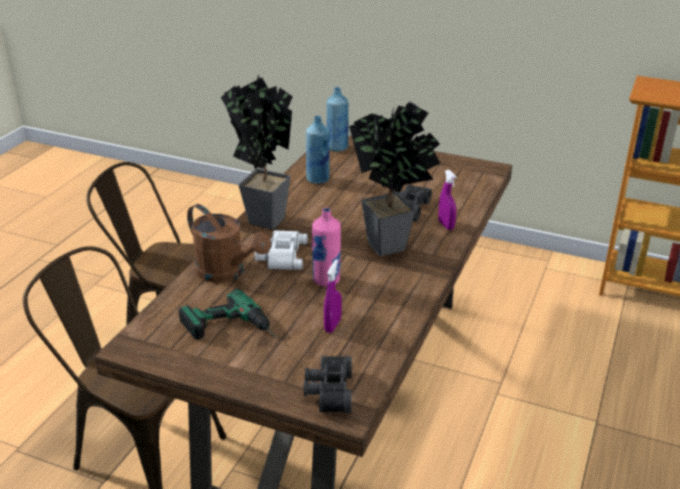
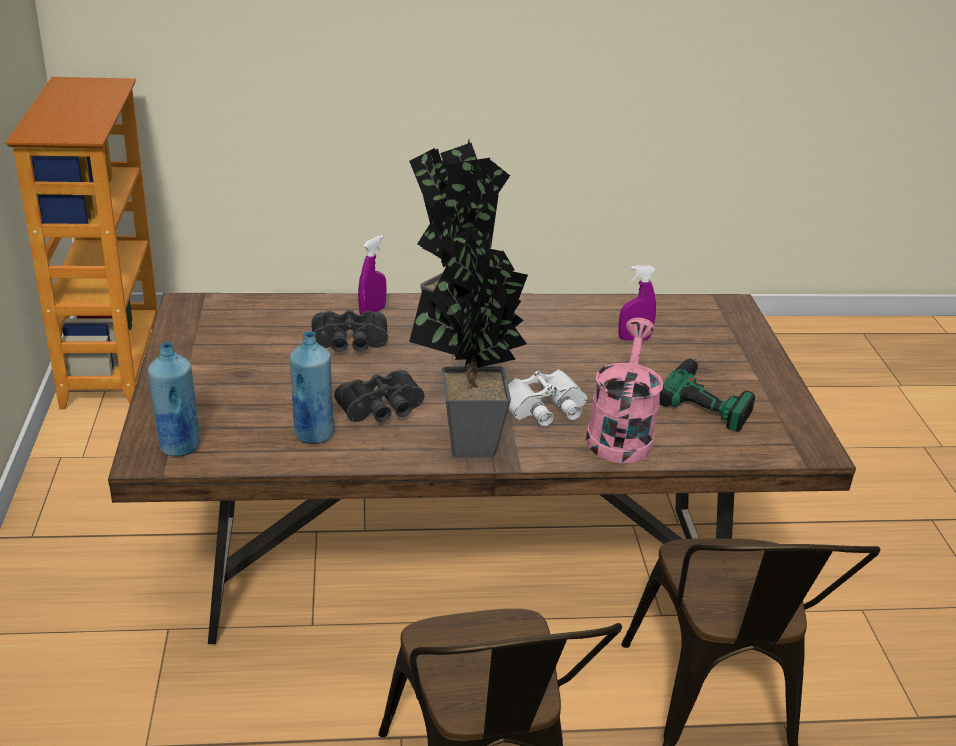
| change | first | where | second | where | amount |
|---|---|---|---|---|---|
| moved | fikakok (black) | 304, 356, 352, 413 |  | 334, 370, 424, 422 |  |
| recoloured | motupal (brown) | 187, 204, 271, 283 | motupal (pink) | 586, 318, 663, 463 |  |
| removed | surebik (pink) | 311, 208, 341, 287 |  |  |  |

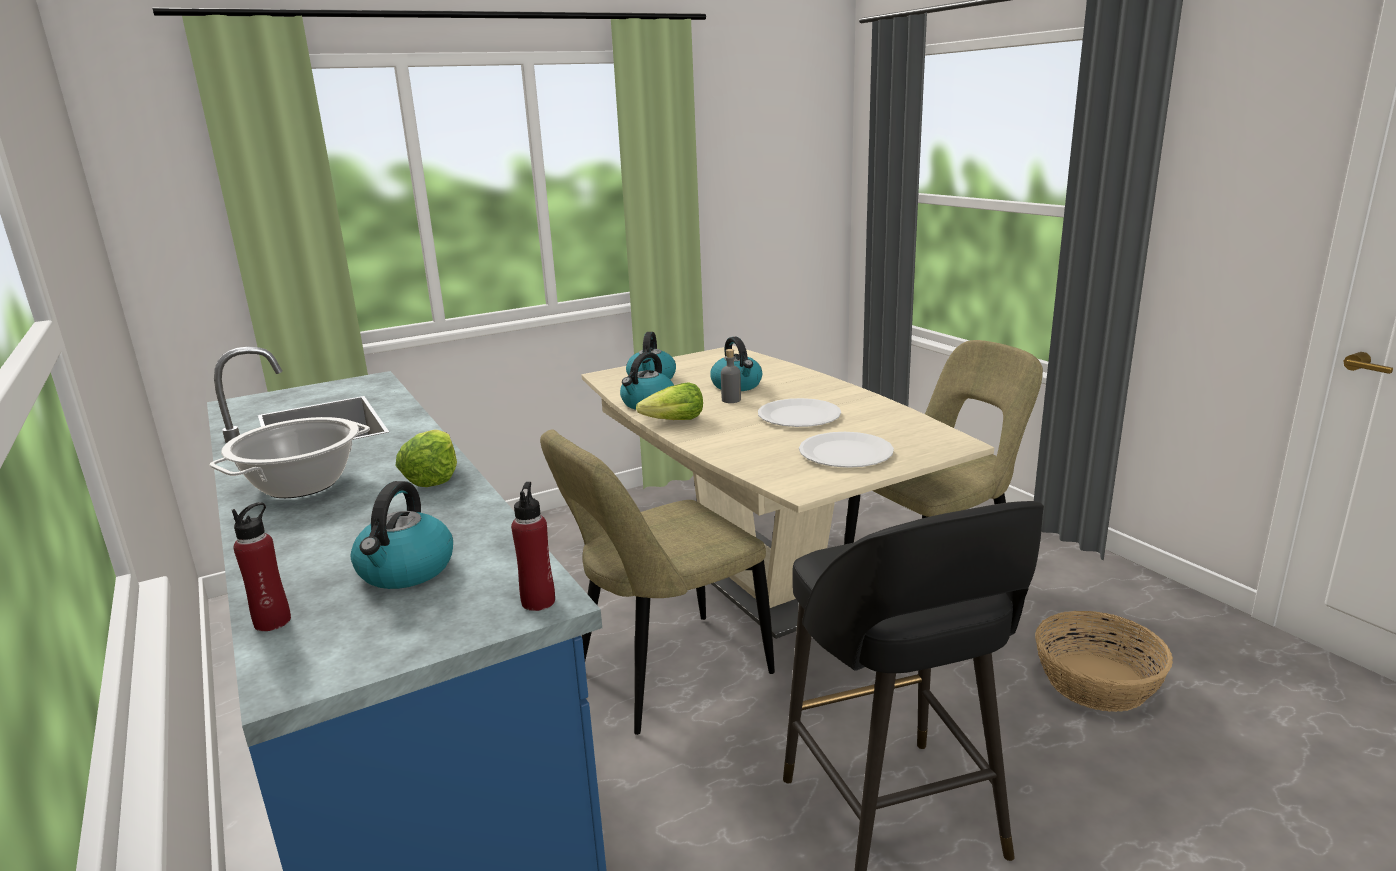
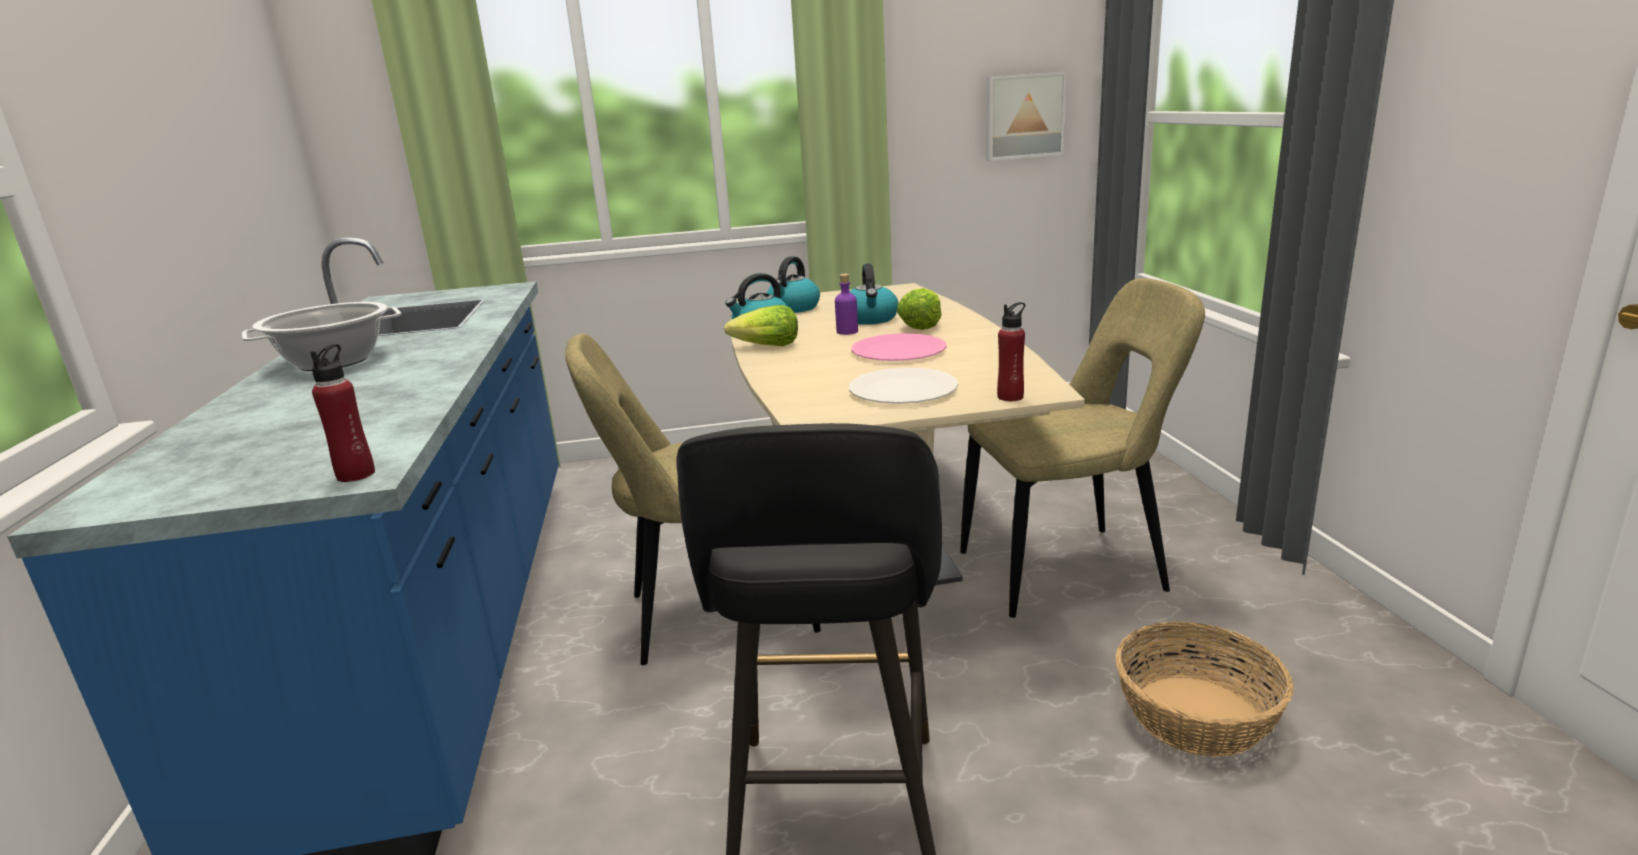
| change | first | where | second | where | amount |
|---|---|---|---|---|---|
| recoloured | surebik (grey) | 721, 349, 741, 403 | surebik (purple) | 835, 274, 858, 335 |  |
| recoloured | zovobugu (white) | 758, 398, 841, 427 | zovobugu (pink) | 852, 333, 947, 361 |  |
| moved | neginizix | 396, 430, 457, 487 |  | 896, 288, 942, 330 |  |
| added |  |  | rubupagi | 986, 72, 1067, 161 |  |
| moved | surebik (red) | 232, 502, 291, 631 |  | 997, 302, 1025, 401 |  |
| removed | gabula | 351, 481, 453, 589 |  |  |  |

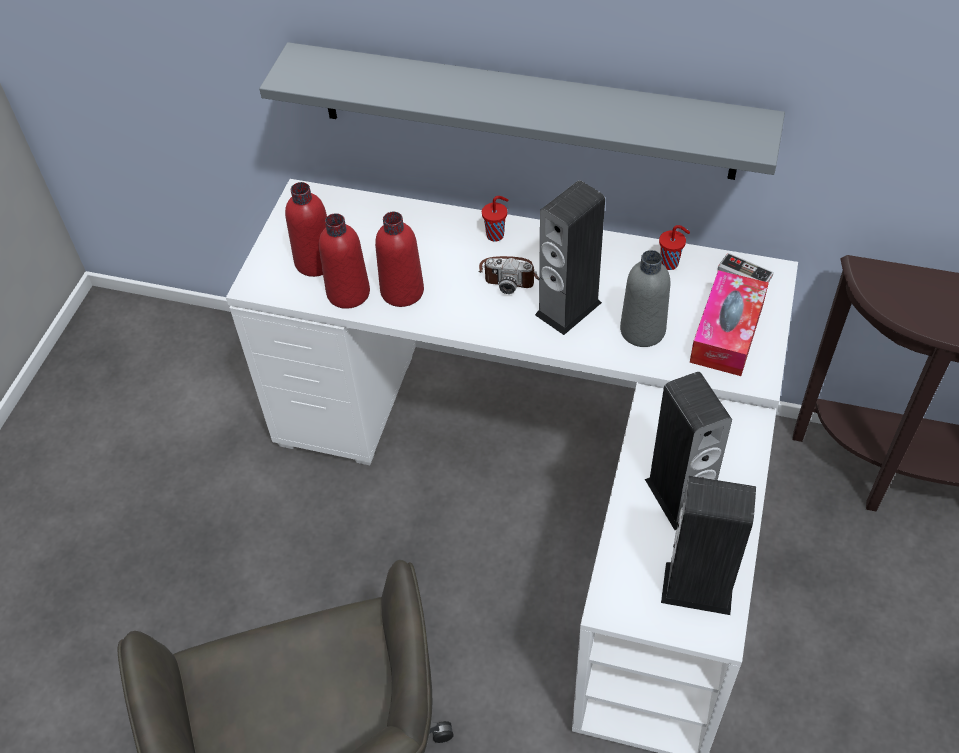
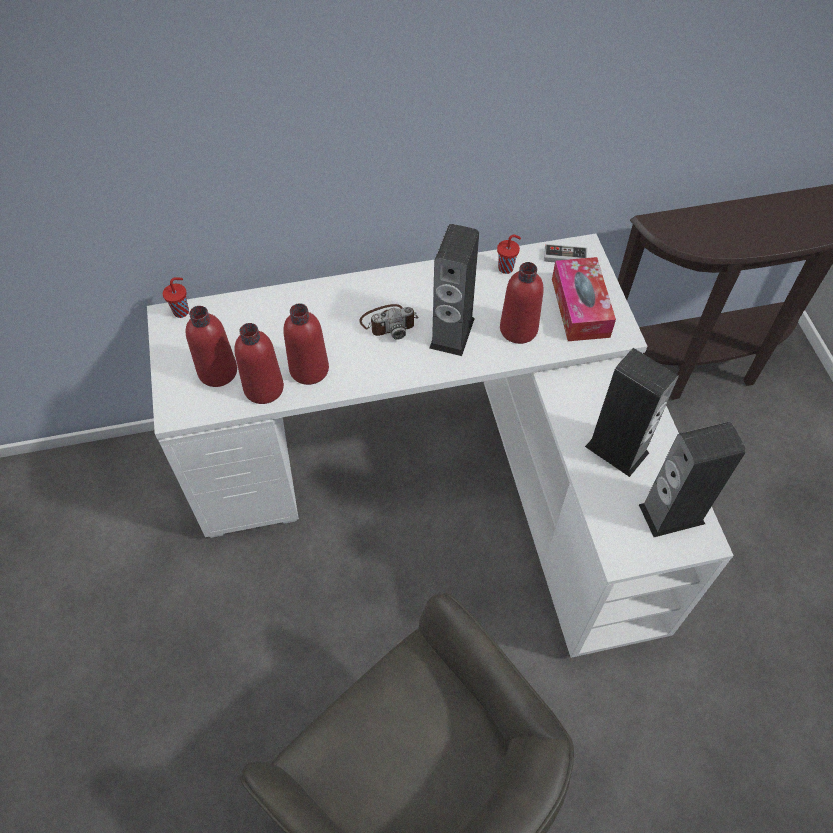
| change | first | where | second | where | amount |
|---|---|---|---|---|---|
| moved | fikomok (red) | 482, 196, 508, 242 |  | 163, 277, 189, 318 |  |
| recoloured | surebik (grey) | 620, 250, 670, 347 | surebik (red) | 500, 262, 544, 344 |  |
| removed | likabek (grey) | 259, 42, 785, 180 |  |  |  |

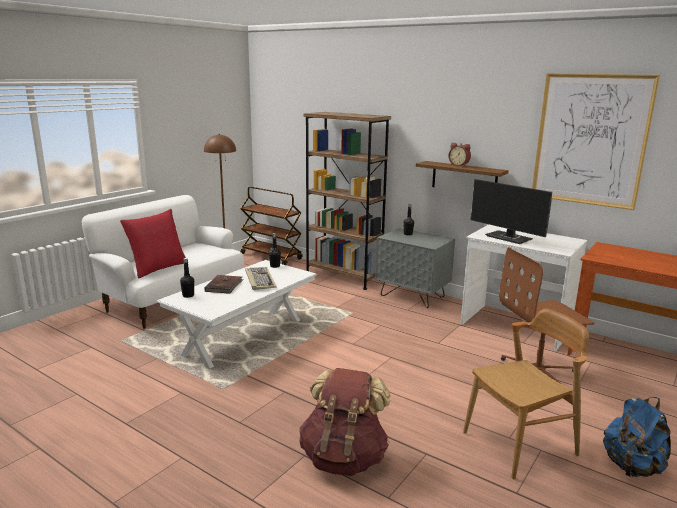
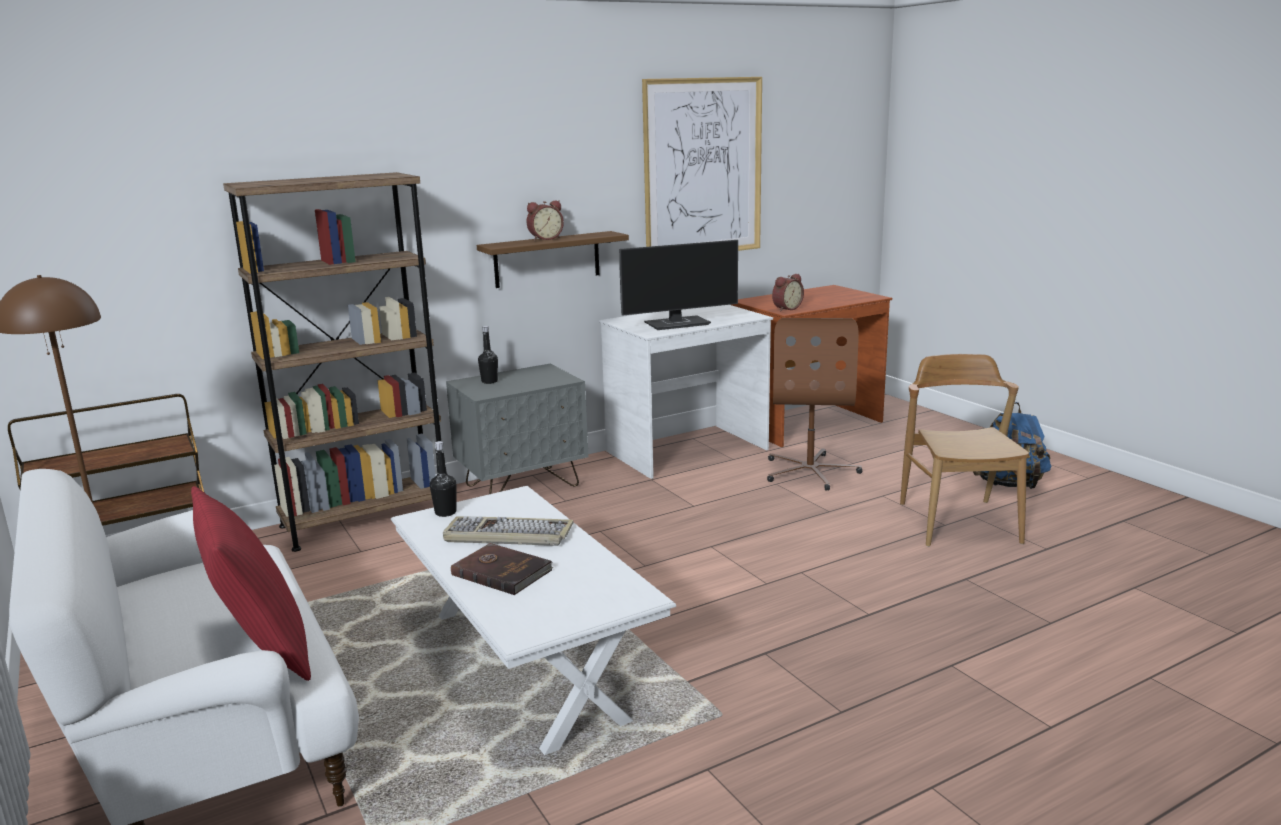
| change | first | where | second | where | amount |
|---|---|---|---|---|---|
| added |  |  | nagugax | 772, 274, 804, 311 |  |
| removed | surebik (black) | 180, 258, 194, 298 |  |  |  |
| removed | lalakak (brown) | 299, 368, 390, 476 |  |  |  |

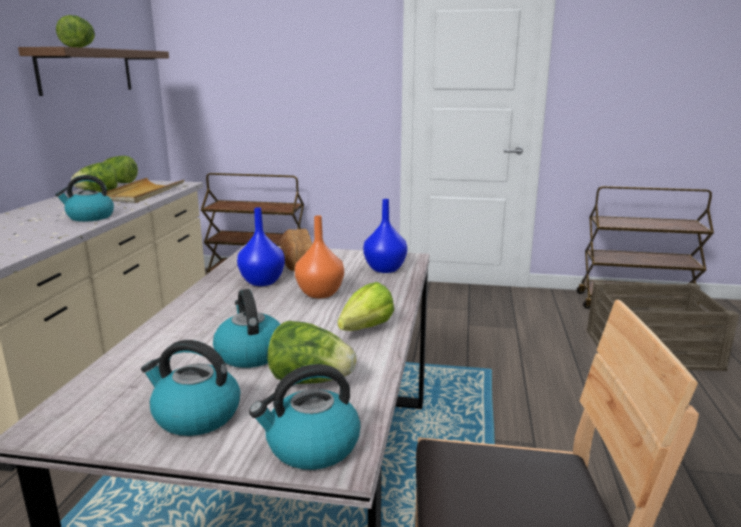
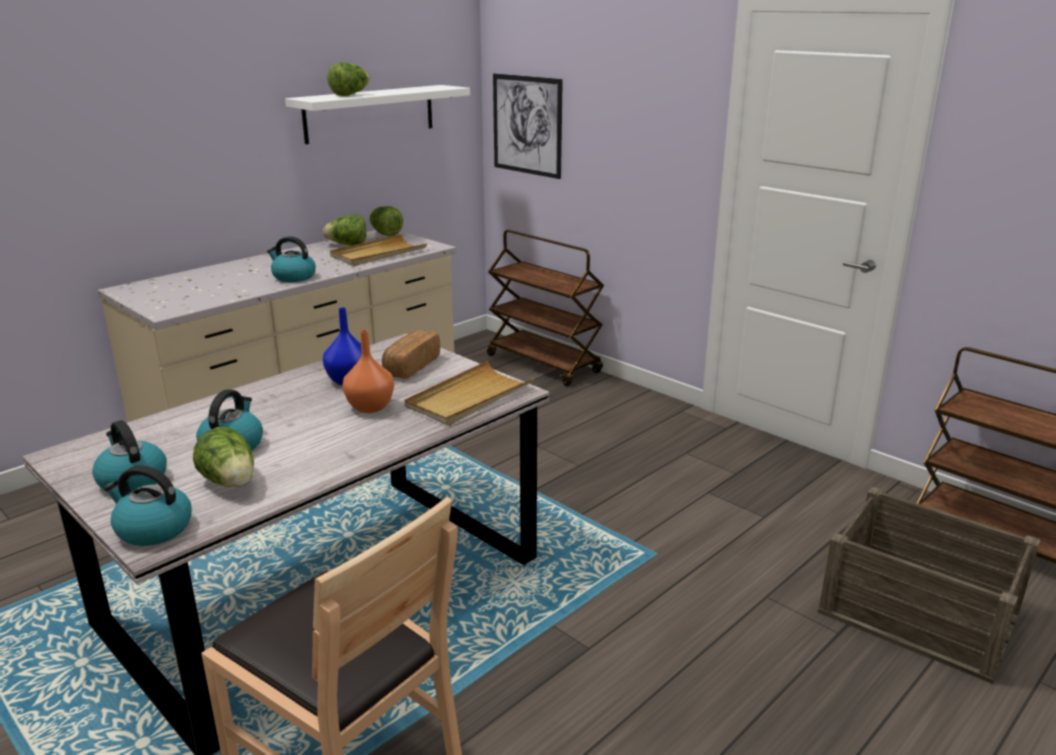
| change | first | where | second | where | amount |
|---|---|---|---|---|---|
| recoloured | likabek (brown) | 18, 47, 169, 96 | likabek (white) | 285, 85, 470, 144 |  |
| replaced | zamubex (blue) | 363, 199, 407, 273 | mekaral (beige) | 405, 361, 535, 426 |  |
| added |  |  | rubupagi | 493, 73, 563, 179 |  |
| removed | neginizix | 338, 282, 394, 331 |  |  |  |

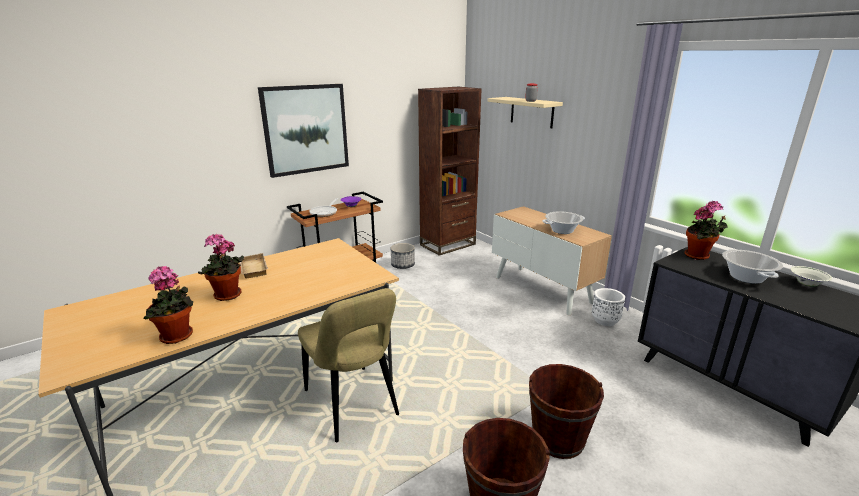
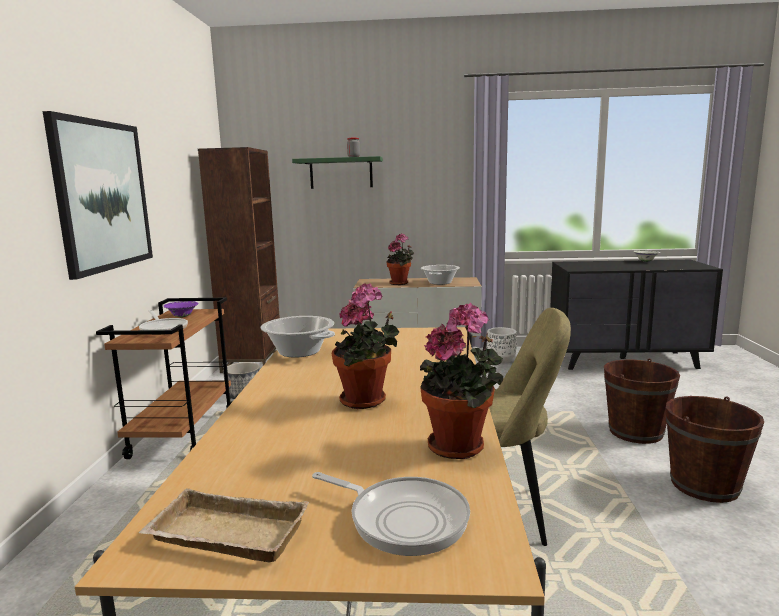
| change | first | where | second | where | amount |
|---|---|---|---|---|---|
| moved | mekaral (beige) | 240, 253, 268, 278 |  | 139, 488, 309, 562 |  |
| moved | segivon | 722, 249, 783, 284 |  | 261, 316, 335, 358 |  |
| recoloured | likabek (beige) | 488, 97, 563, 128 | likabek (green) | 292, 156, 383, 189 |  |
| added |  |  | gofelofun | 312, 472, 470, 556 |  |
| moved | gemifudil | 684, 201, 728, 260 |  | 387, 233, 414, 285 |  |

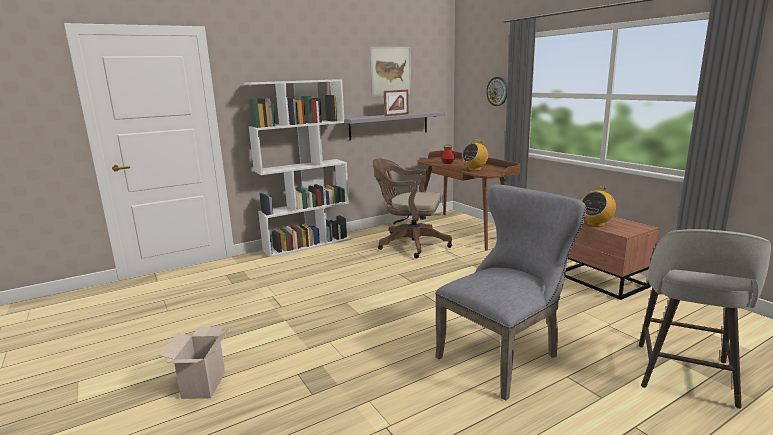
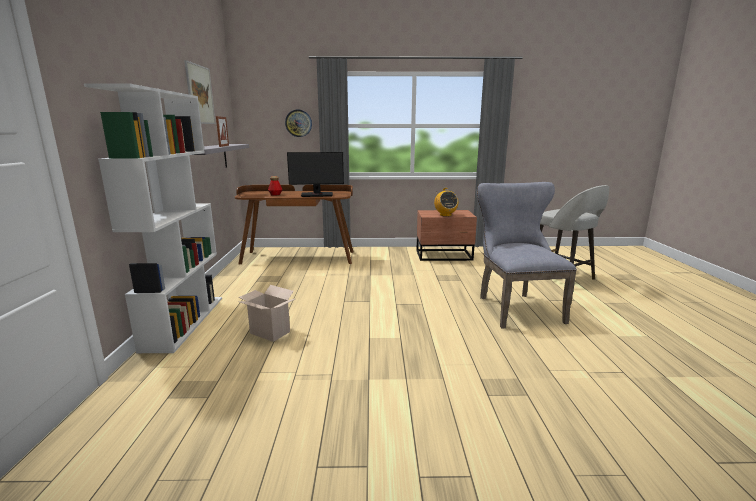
| change | first | where | second | where | amount |
|---|---|---|---|---|---|
| moved | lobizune | 159, 326, 230, 399 |  | 238, 285, 295, 342 |  |
| replaced | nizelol | 462, 140, 488, 171 | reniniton | 287, 152, 344, 197 |  |
| removed | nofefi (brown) | 372, 159, 452, 258 |  |  |  |

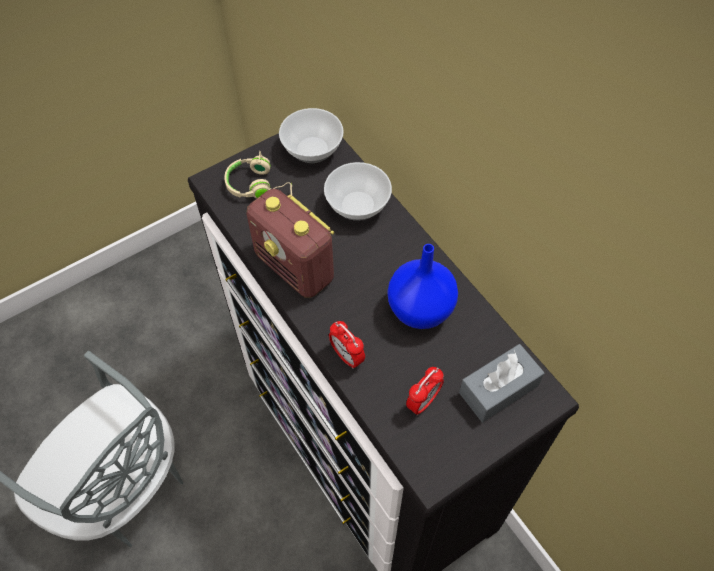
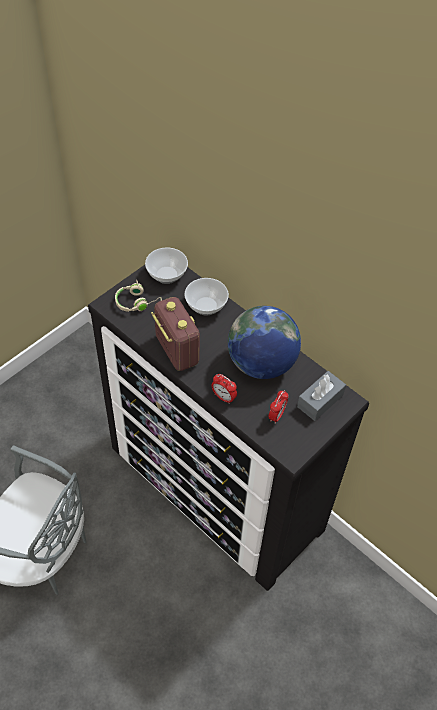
| change | first | where | second | where | amount |
|---|---|---|---|---|---|
| turned | nizelol | 247, 189, 335, 298 |  | 151, 297, 200, 371 | 150 degrees counterclockwise |
| replaced | zamubex (blue) | 388, 244, 458, 329 | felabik | 228, 306, 301, 379 |  |

